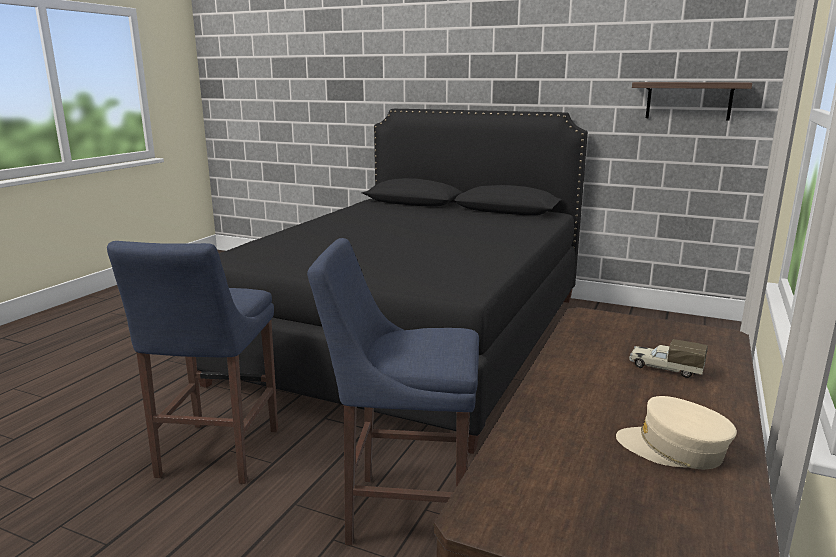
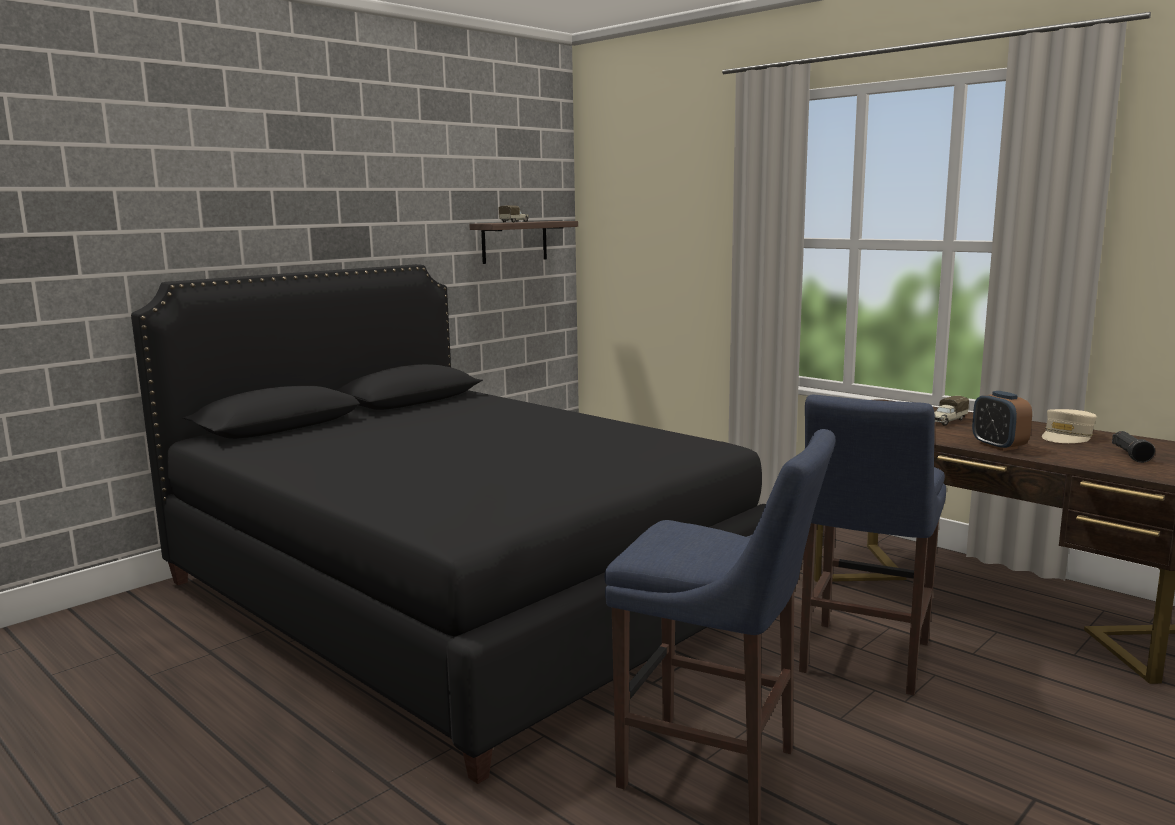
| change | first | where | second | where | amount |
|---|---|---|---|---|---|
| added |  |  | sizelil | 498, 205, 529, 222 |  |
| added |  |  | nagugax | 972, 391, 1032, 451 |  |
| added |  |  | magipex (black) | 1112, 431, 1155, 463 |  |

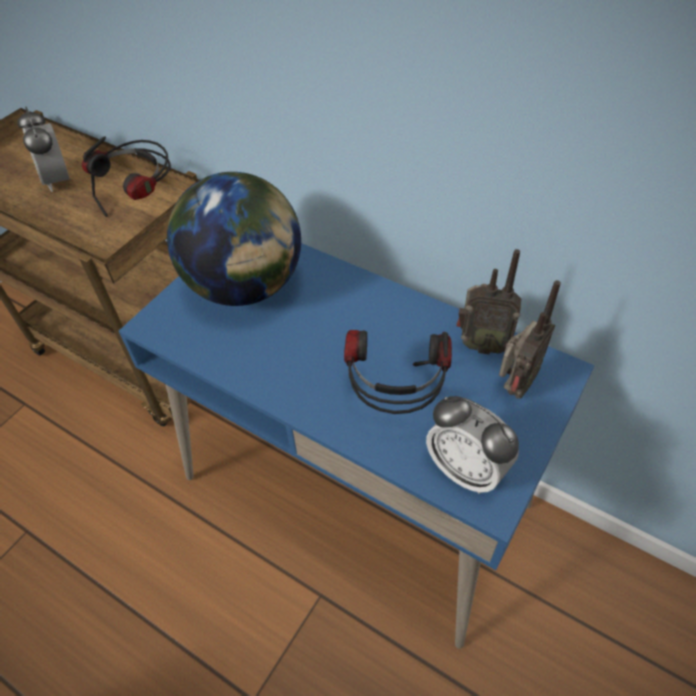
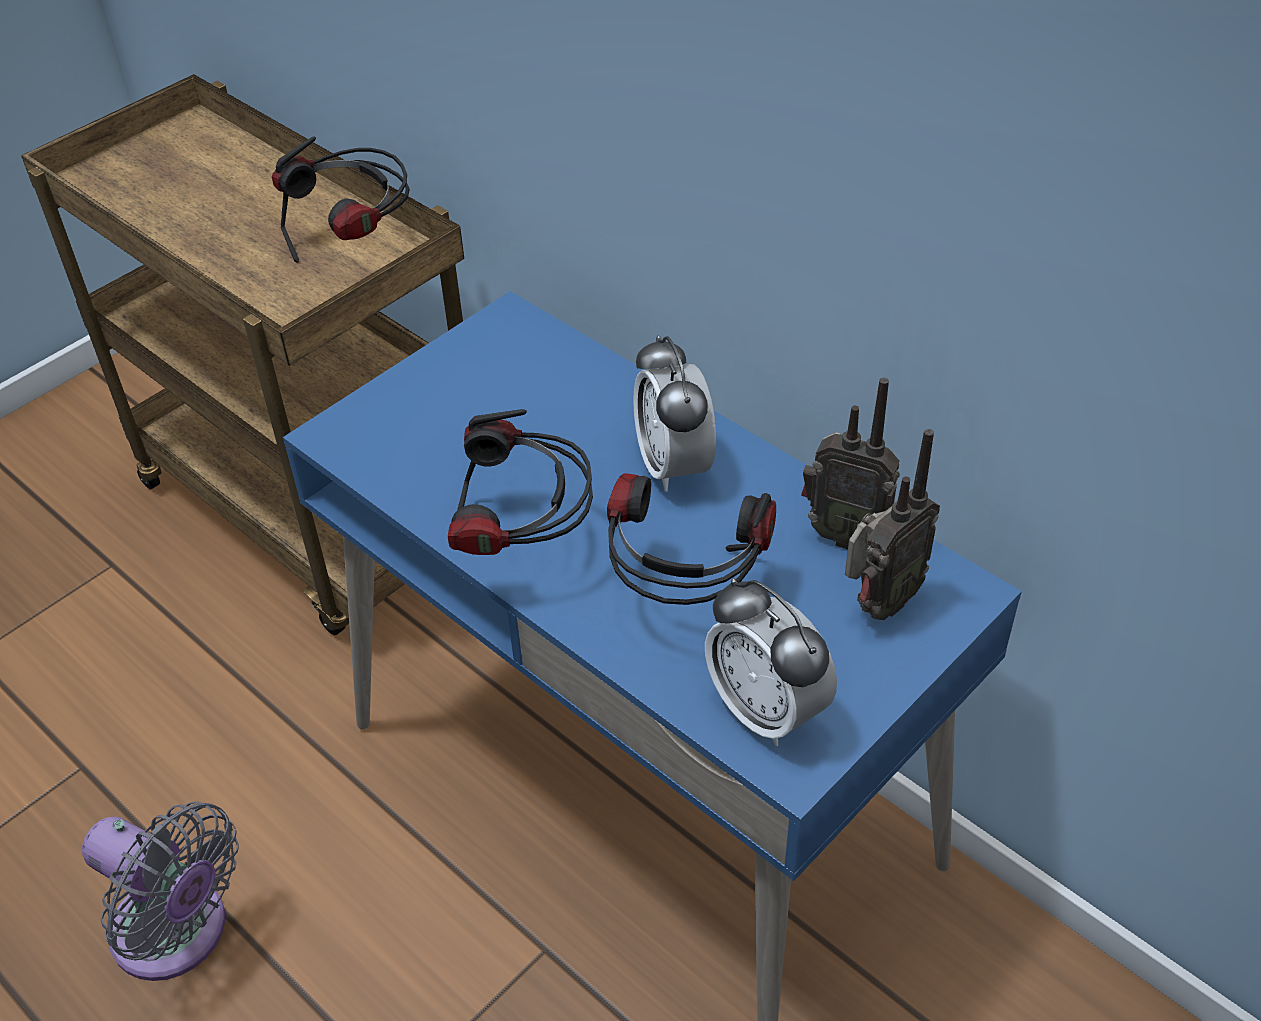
| change | first | where | second | where | amount |
|---|---|---|---|---|---|
| added |  |  | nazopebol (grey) | 82, 801, 239, 981 |  |
| added |  |  | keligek | 448, 409, 593, 555 |  |
| moved | nagugax | 17, 107, 69, 192 |  | 633, 336, 716, 492 |  |
| removed | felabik | 167, 172, 301, 306 |  |  |  |

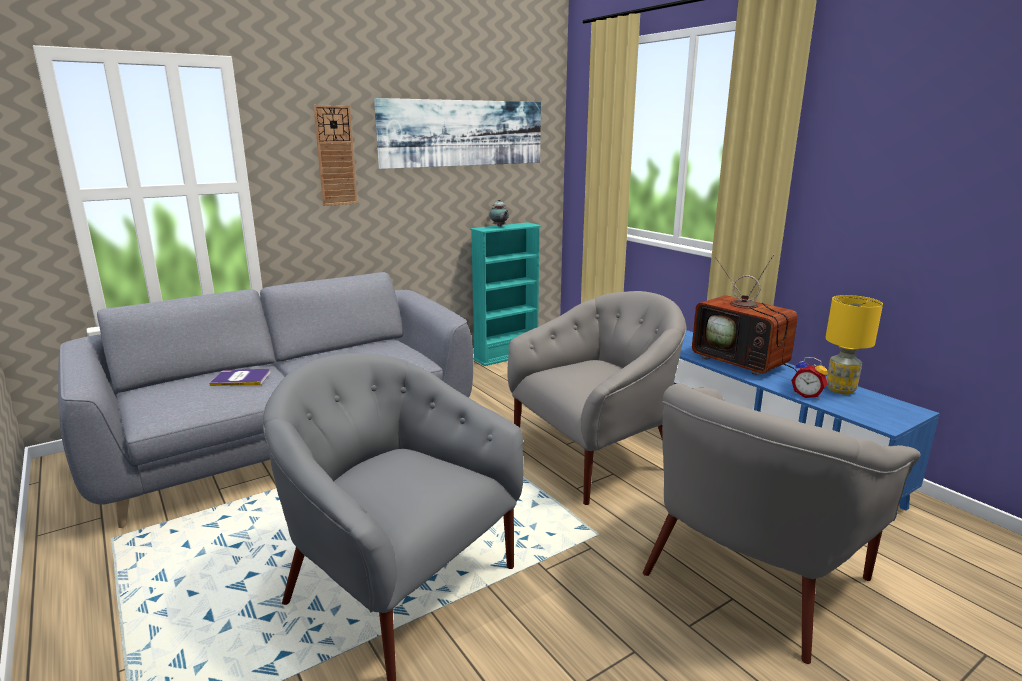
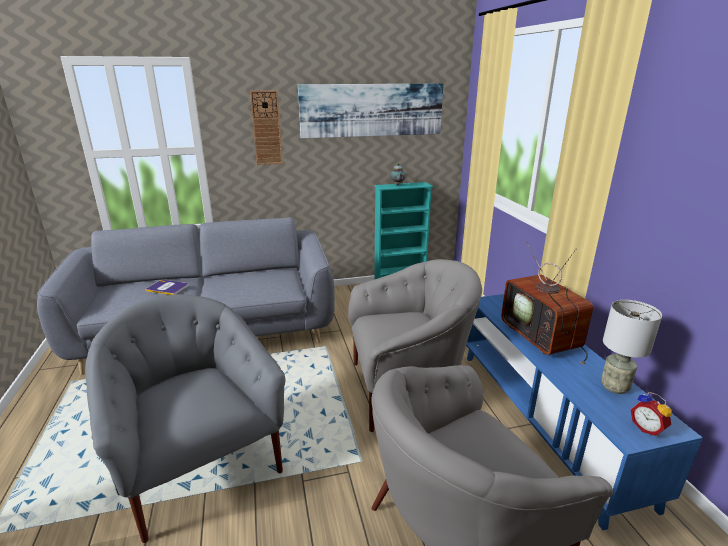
| change | first | where | second | where | amount |
|---|---|---|---|---|---|
| recoloured | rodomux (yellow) | 825, 295, 883, 395 | rodomux (grey) | 601, 300, 662, 394 |  |
| moved | nagugax | 791, 357, 828, 399 |  | 631, 392, 672, 437 |  |

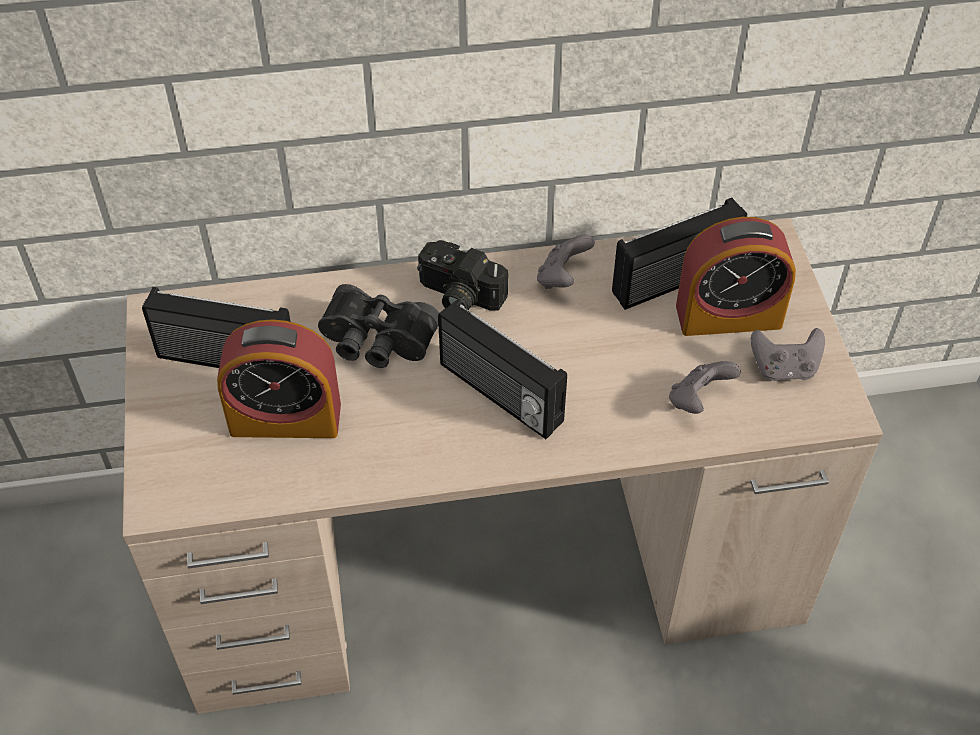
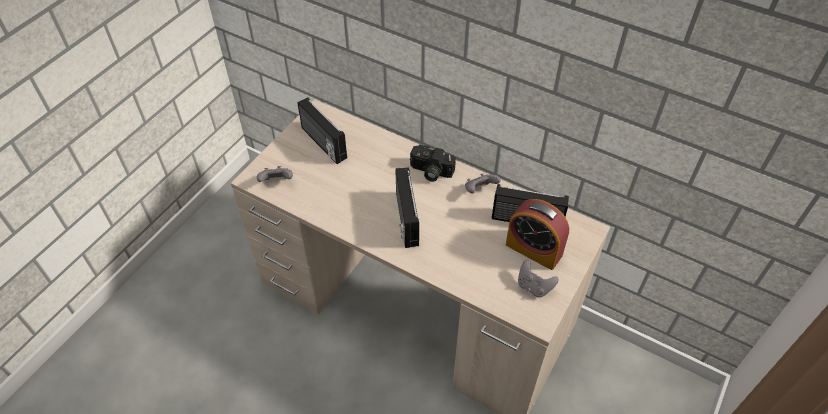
| change | first | where | second | where | amount |
|---|---|---|---|---|---|
| moved | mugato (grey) | 669, 361, 741, 414 |  | 257, 166, 293, 182 |  |
| turned | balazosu | 417, 240, 508, 311 |  | 410, 145, 456, 182 | 45 degrees counterclockwise |
| removed | nagugax | 217, 319, 341, 438 |  |  |  |
| removed | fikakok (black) | 318, 284, 439, 368 |  |  |  |

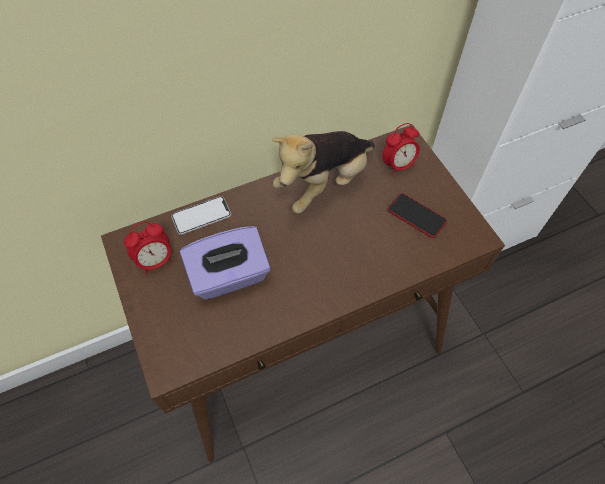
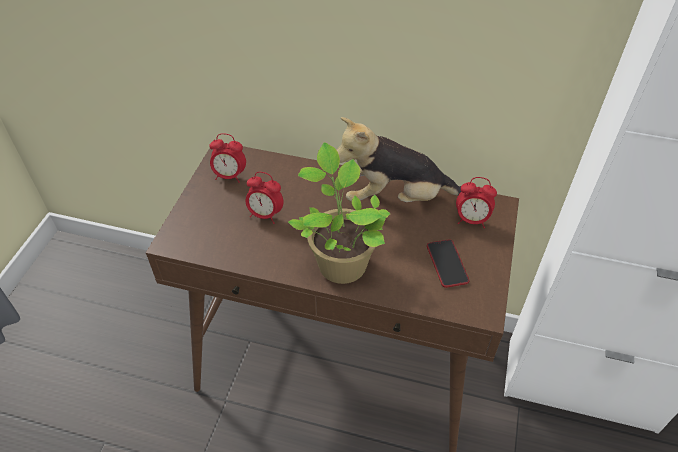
| change | first | where | second | where | amount |
|---|---|---|---|---|---|
| replaced | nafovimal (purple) | 180, 226, 270, 300 | nagugax | 245, 172, 284, 224 |  |
| added |  |  | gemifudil | 288, 142, 390, 284 |  |
| removed | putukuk | 171, 196, 231, 235 |  |  |  |

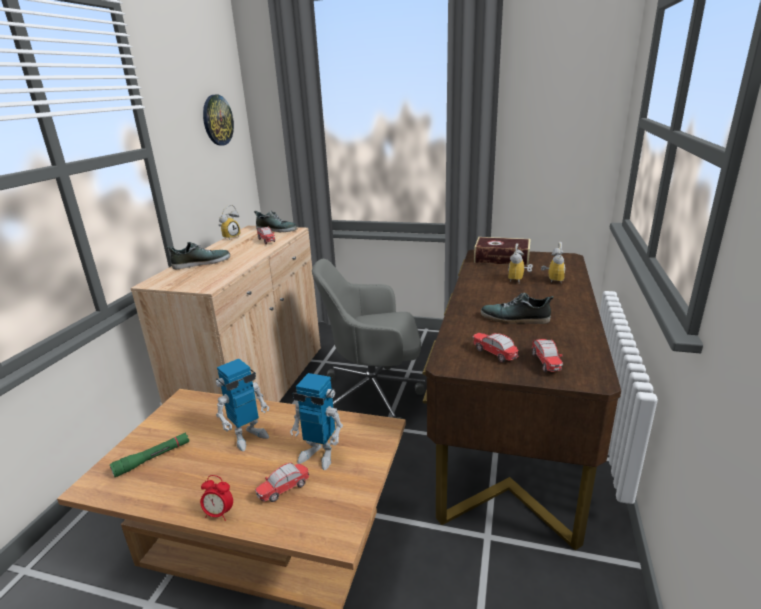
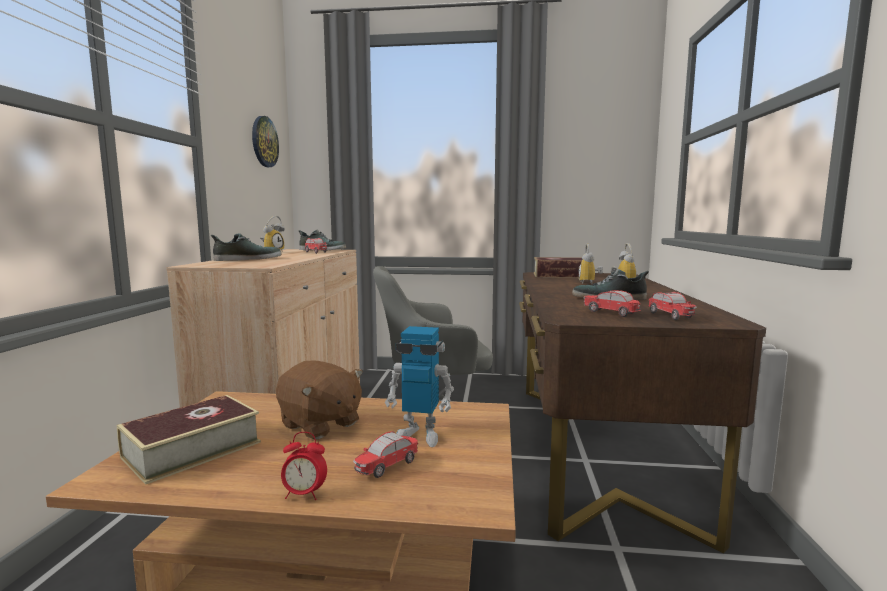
| change | first | where | second | where | amount |
|---|---|---|---|---|---|
| replaced | magipex (green) | 110, 432, 190, 477 | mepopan | 117, 395, 261, 485 |  |
| replaced | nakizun | 216, 359, 270, 451 | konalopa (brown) | 276, 360, 363, 439 |  |

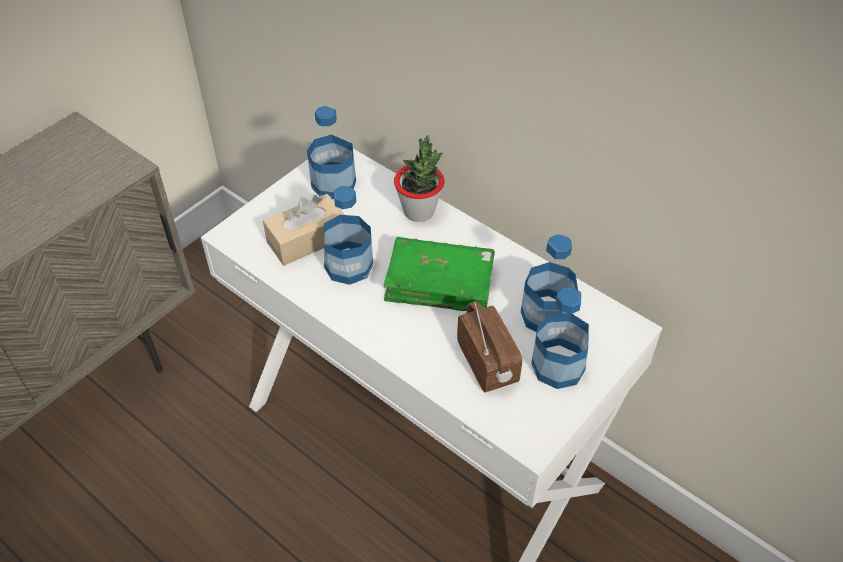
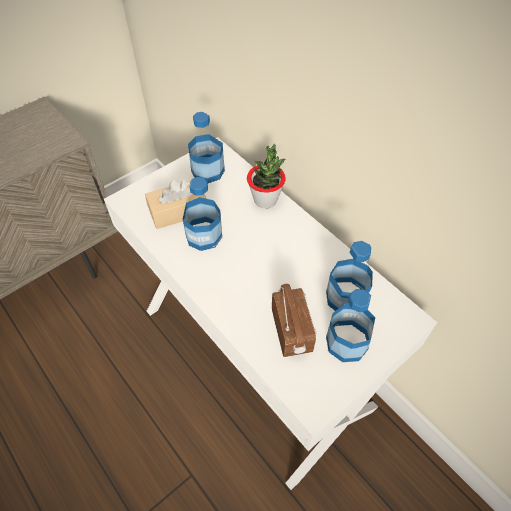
| change | first | where | second | where | amount |
|---|---|---|---|---|---|
| removed | mepopan (green) | 384, 237, 495, 311 |  |  |  |

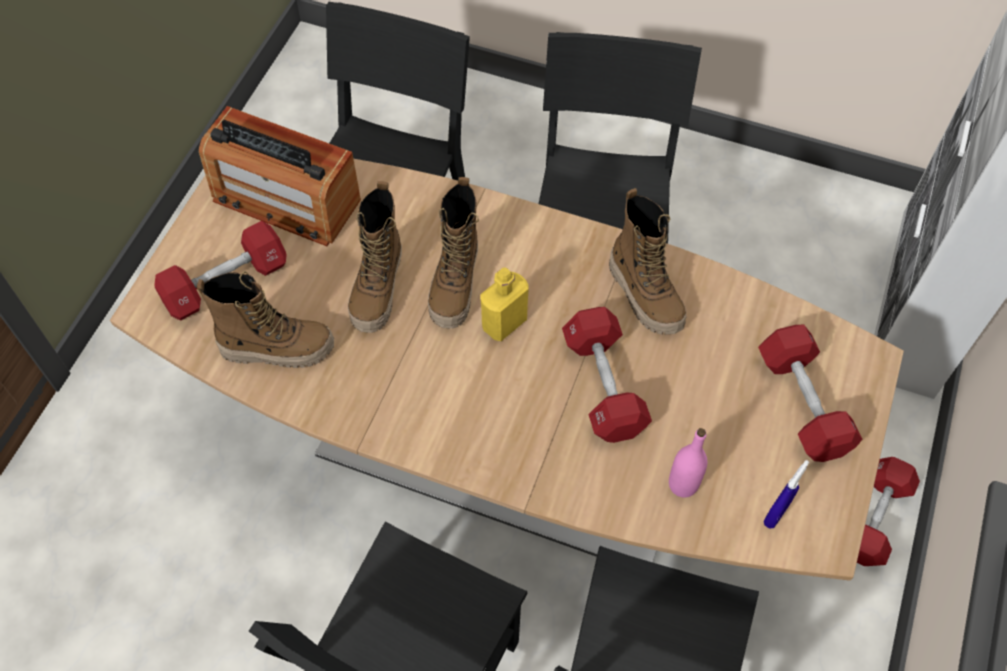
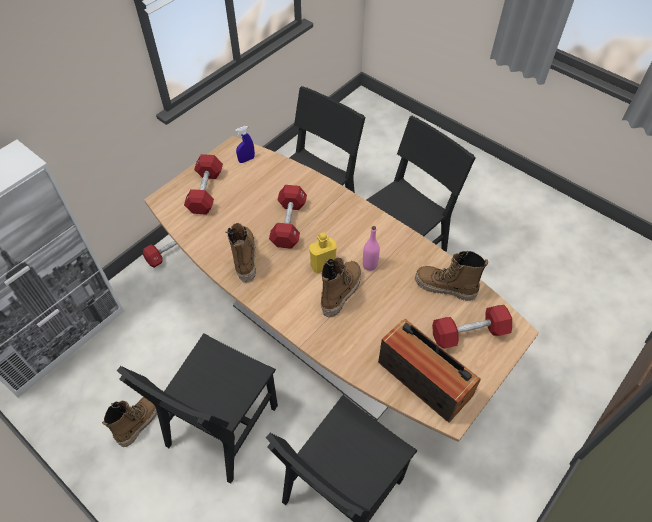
| change | first | where | second | where | amount |
|---|---|---|---|---|---|
| moved | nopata | 348, 181, 402, 333 |  | 102, 397, 157, 447 |  |
| moved | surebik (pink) | 669, 428, 707, 498 |  | 363, 226, 380, 271 |  |

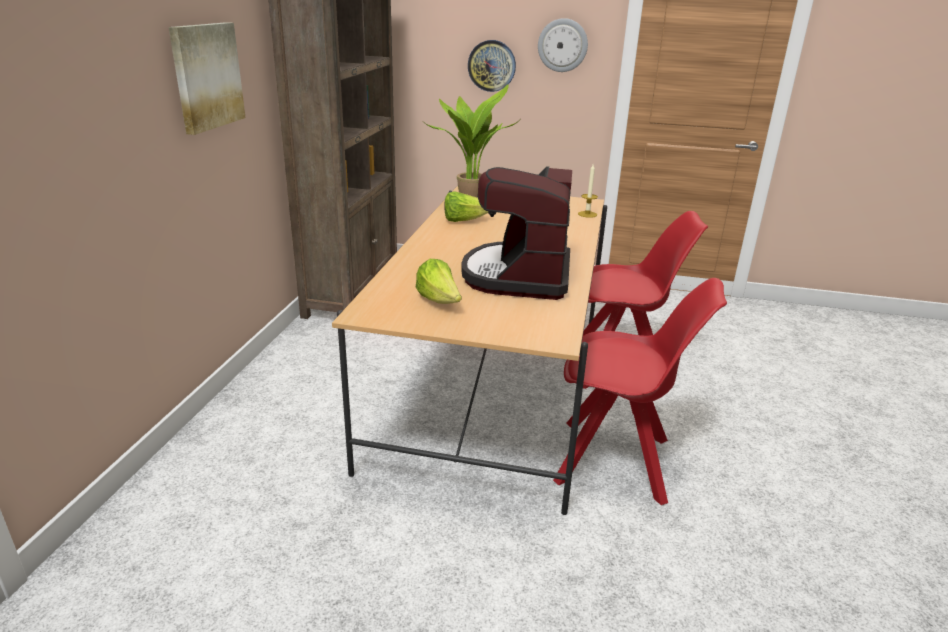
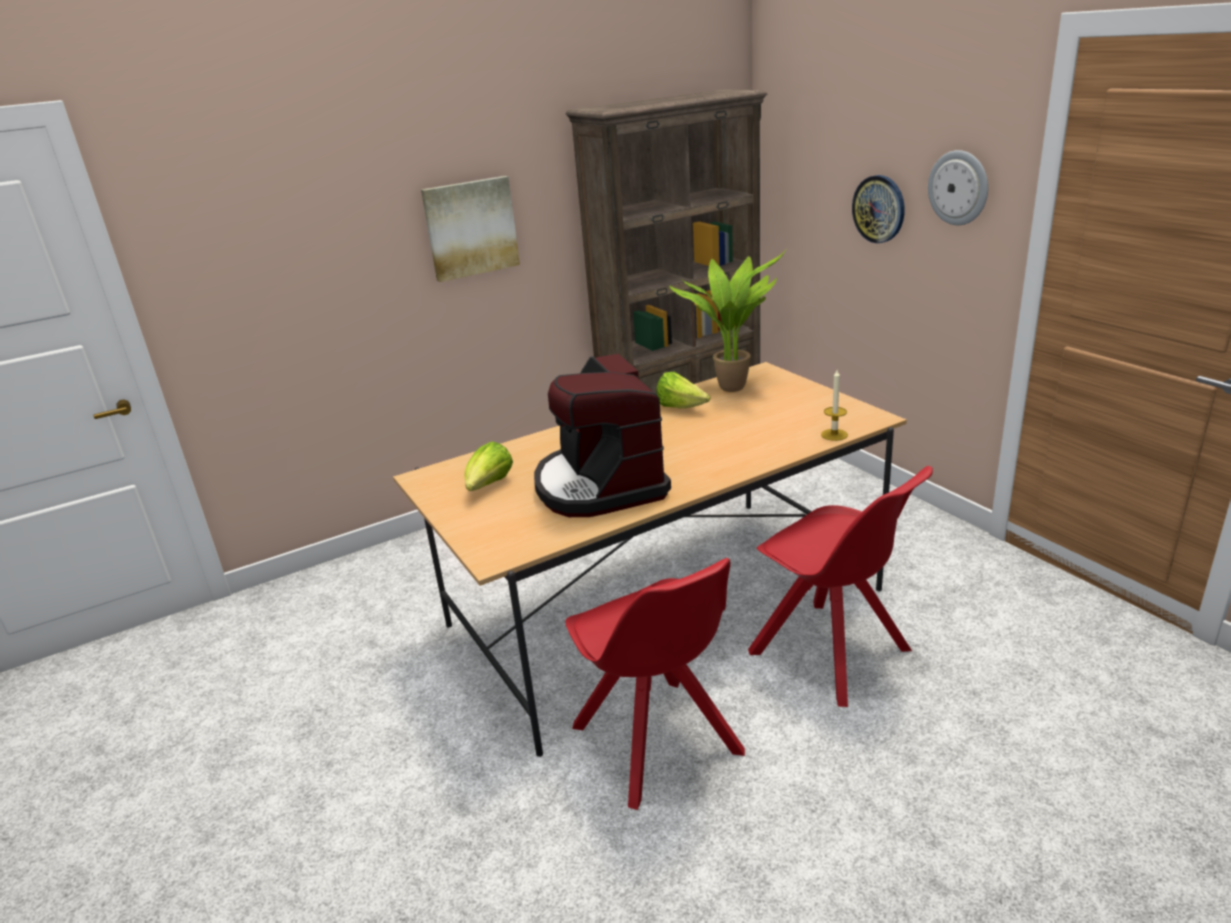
| change | first | where | second | where | amount |
|---|---|---|---|---|---|
| turned | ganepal | 461, 166, 572, 300 |  | 534, 354, 671, 517 | 75 degrees counterclockwise |

